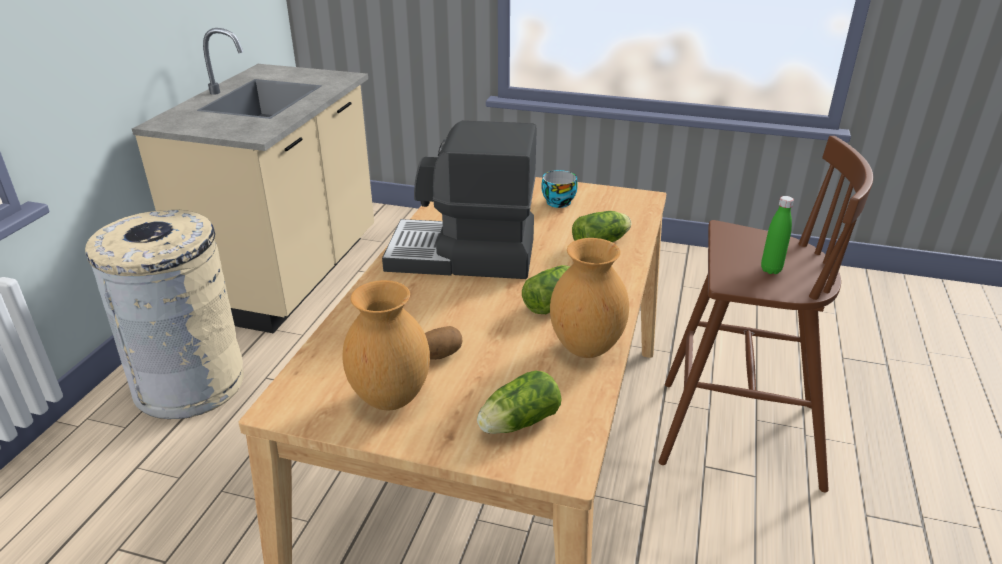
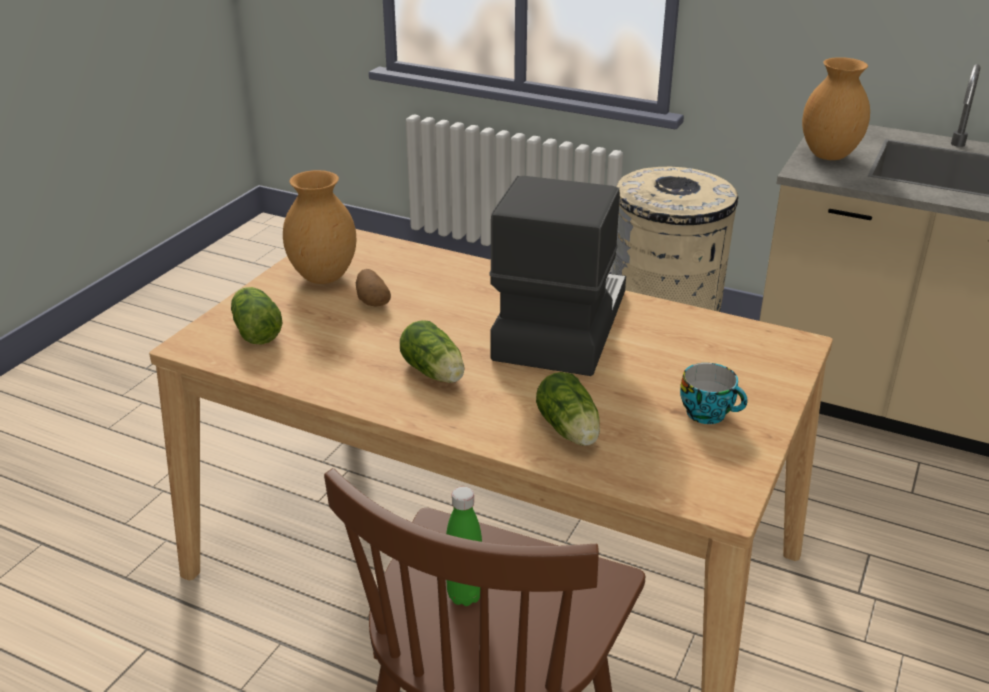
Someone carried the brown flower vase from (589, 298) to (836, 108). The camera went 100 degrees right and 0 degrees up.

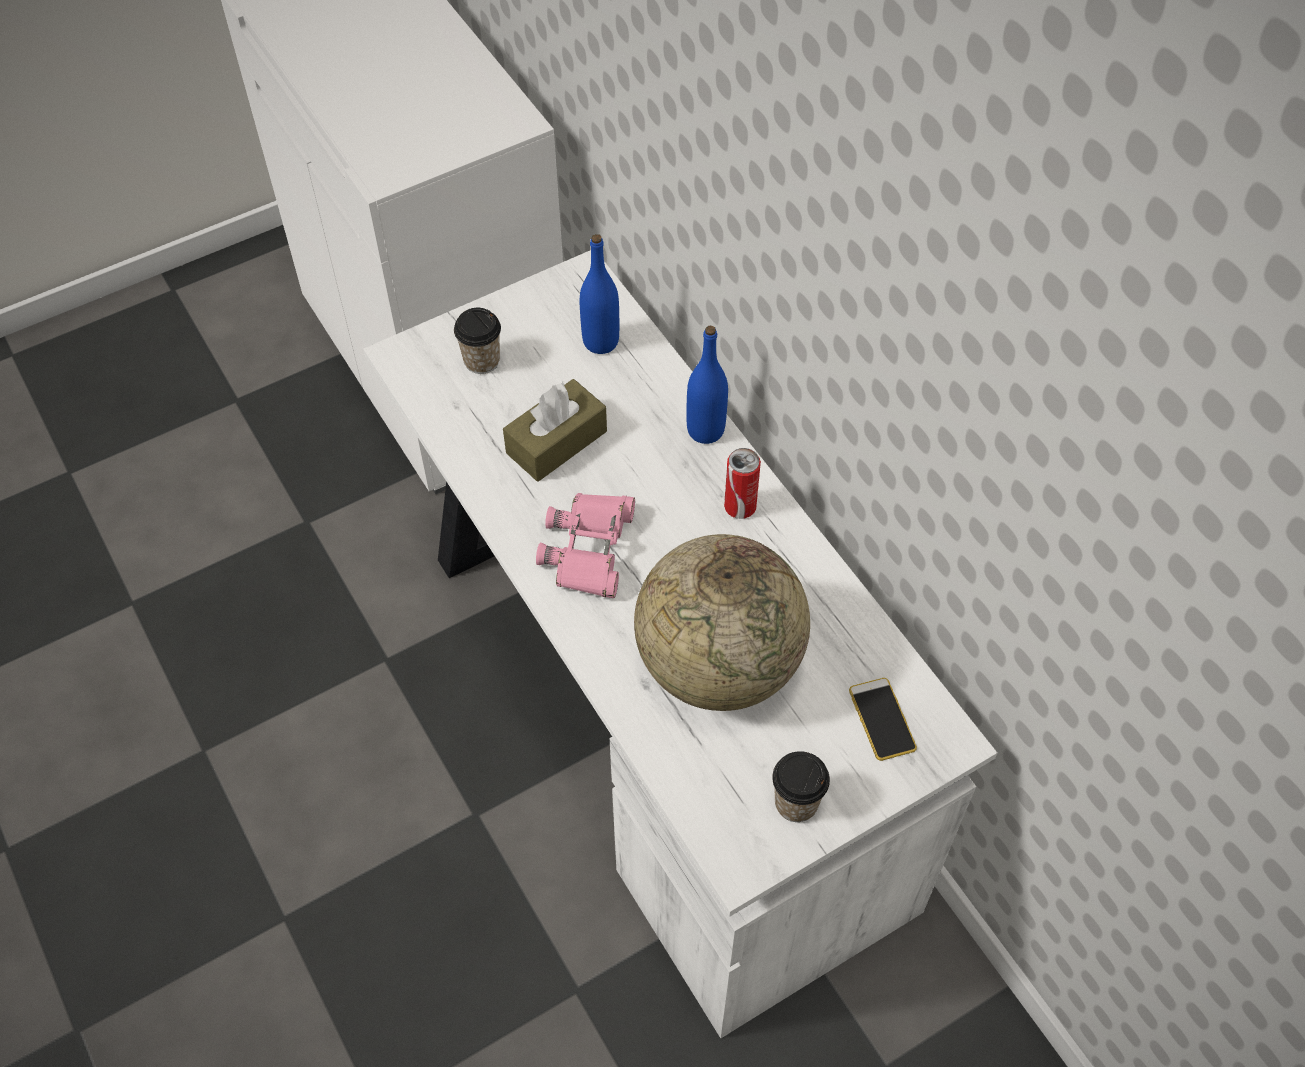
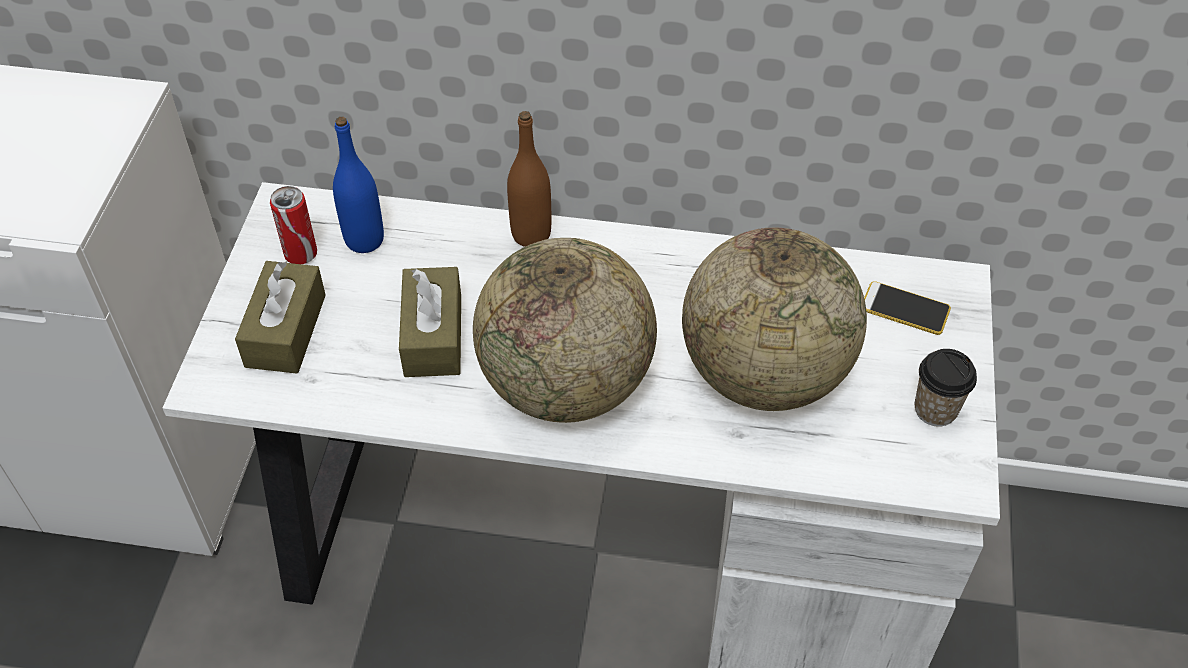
Someone carried the sealed can from (742, 483) to (293, 225). Someone swapped the drinking cup at (477, 341) for the brown box of tissues at (280, 317). Someone swapped the pink field glasses at (585, 545) for the world globe at (565, 330). Someone repainted the blue-coloured drink bottle at (707, 385), which became the brown drink bottle at (529, 179). The camera went 50 degrees left and 5 degrees down.

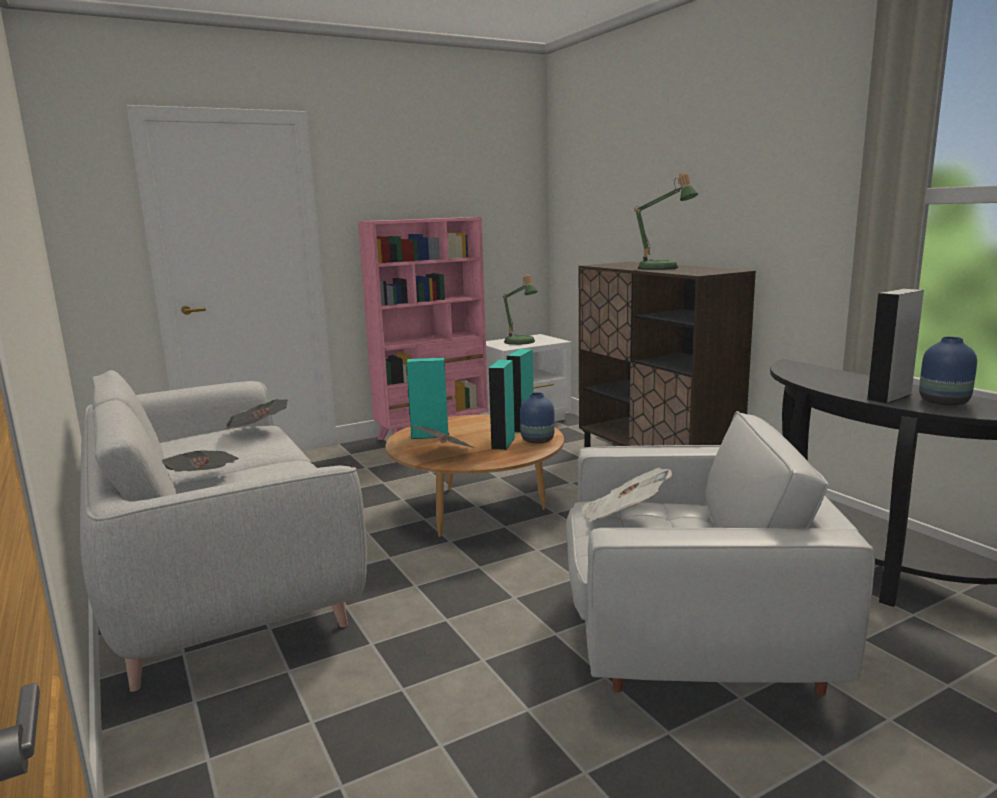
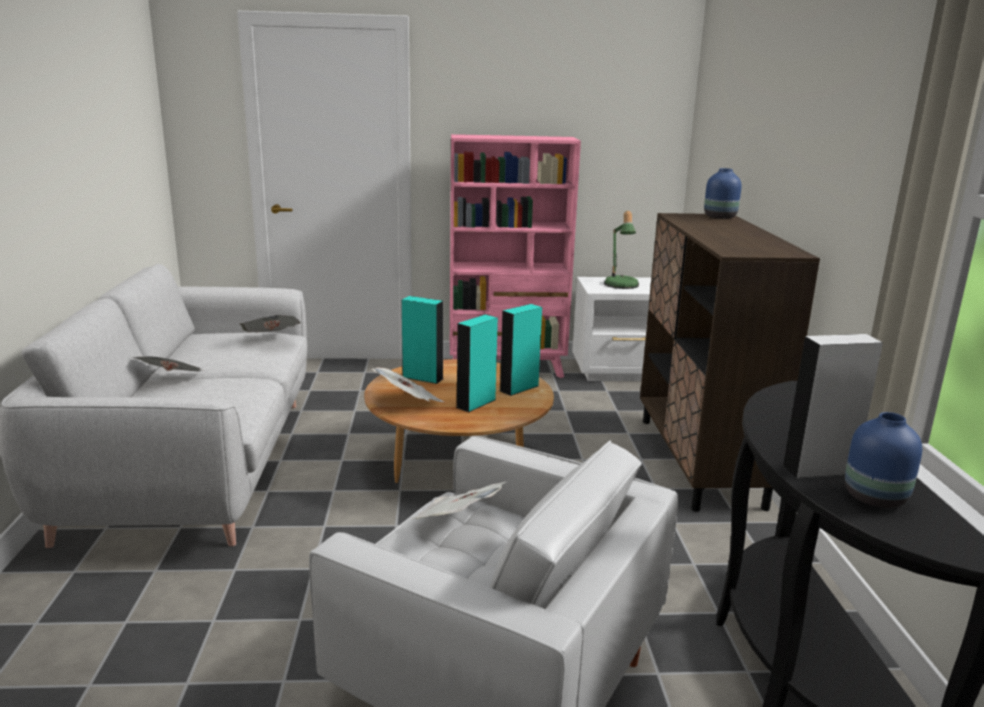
Someone took away the lamp for a table at (666, 221). Someone carried the blue-coloured flower vase from (537, 418) to (723, 193). The camera went 25 degrees right and 5 degrees up.

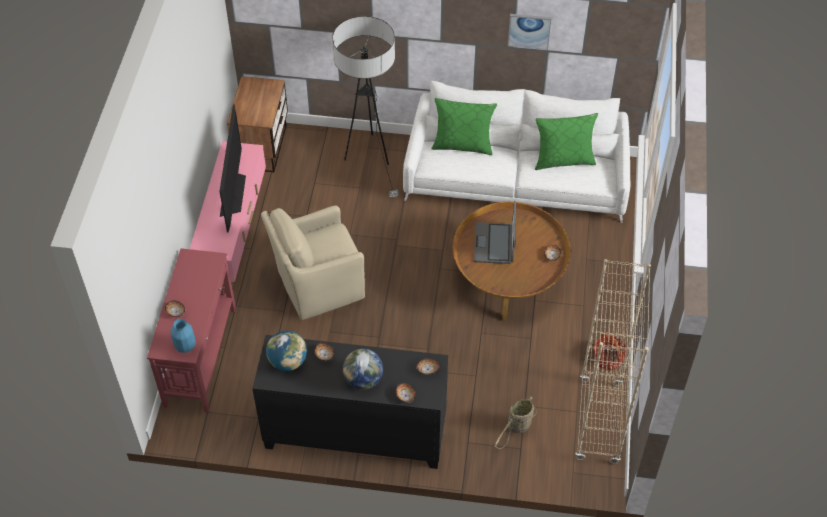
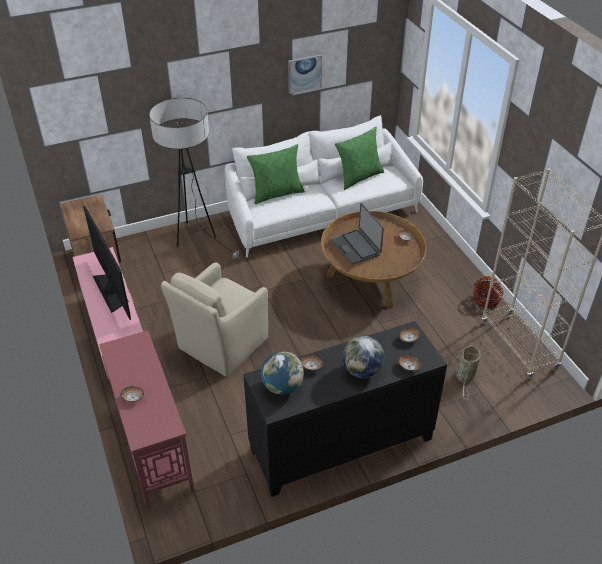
Someone took away the blue-coloured flower vase at (183, 336). The camera went 30 degrees left and 10 degrees down.

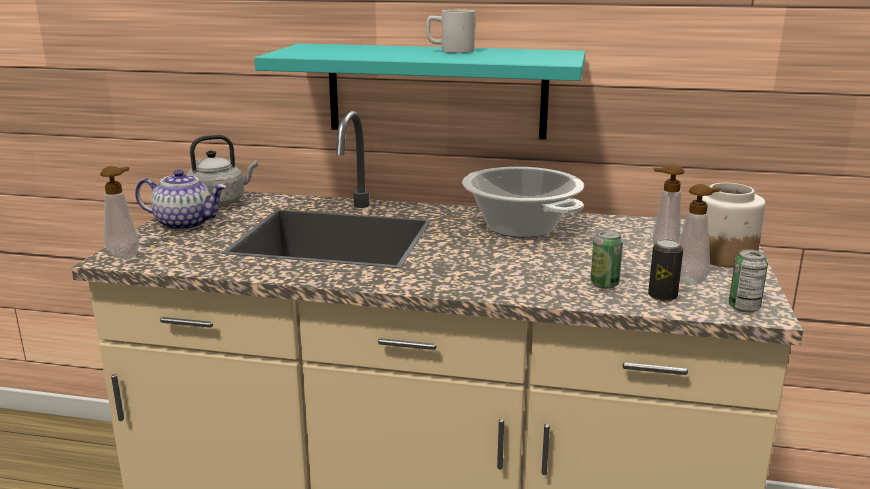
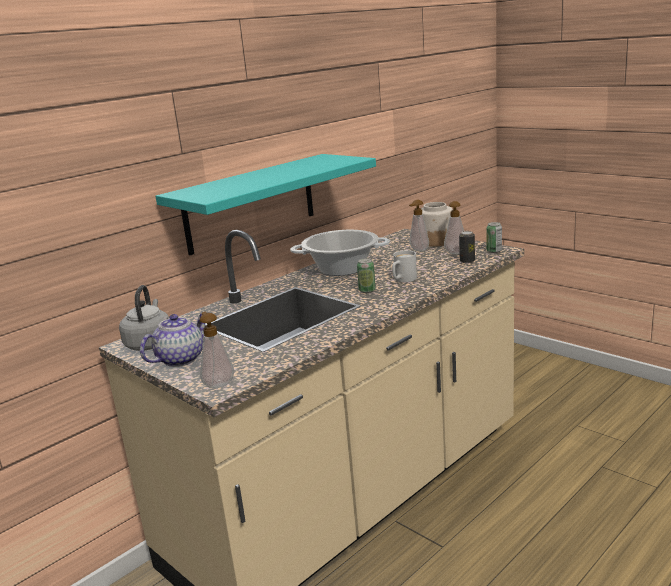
Someone carried the whitish coffee mug from (450, 31) to (404, 266). Someone carried the sealed can from (606, 259) to (366, 275). The camera went 55 degrees left and 0 degrees up.

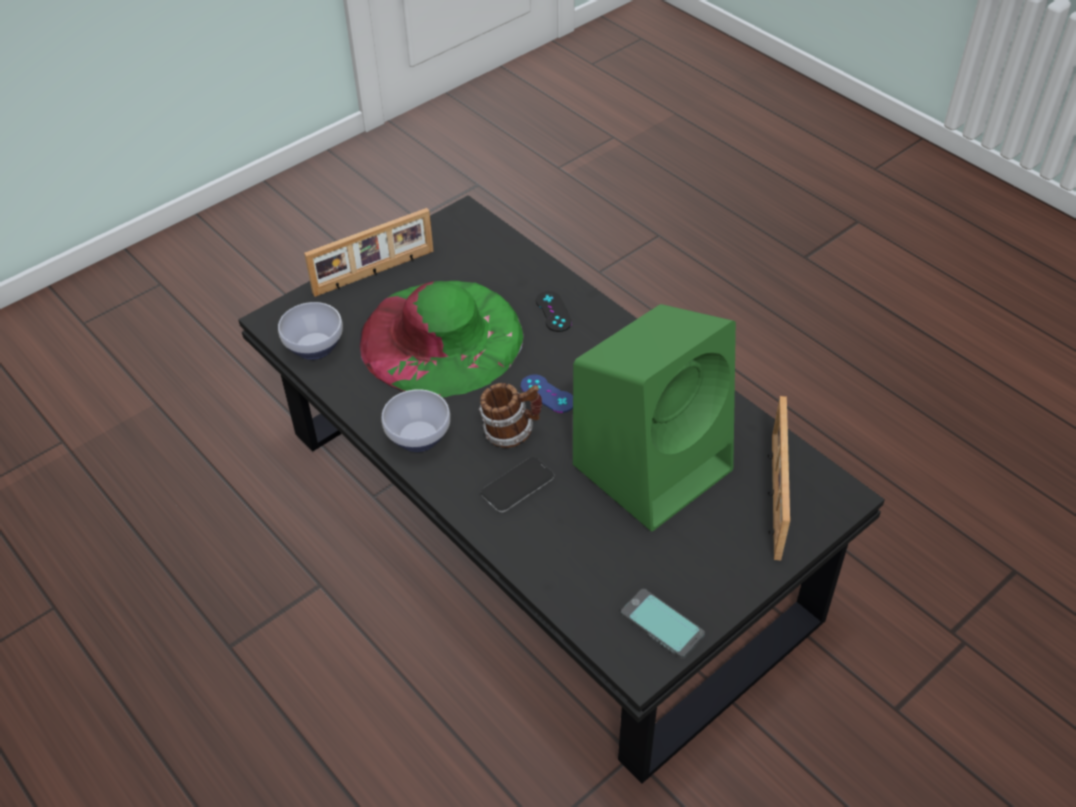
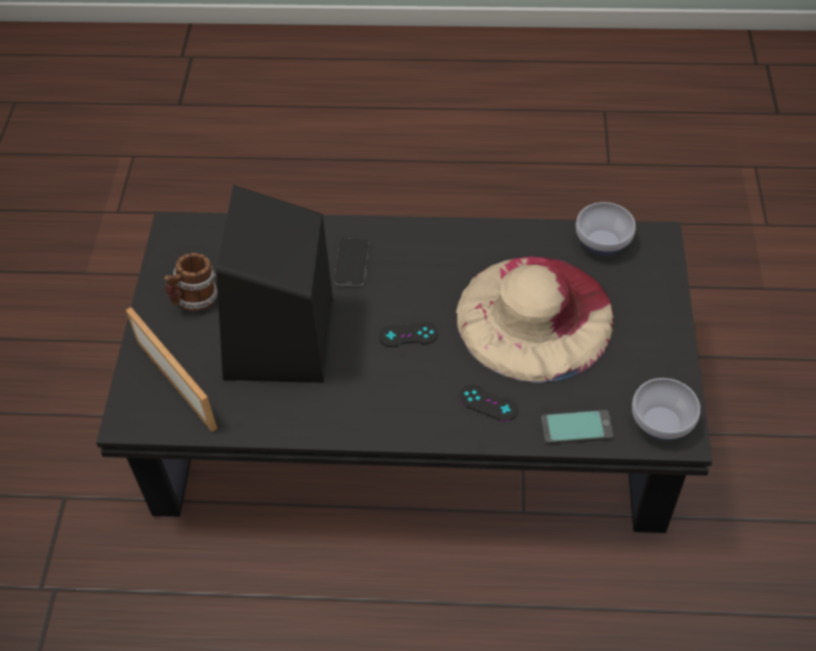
Someone took away the standing frame at (369, 252). Someone carried the deep dish from (416, 420) to (666, 409). Someone carried the coffee mug from (510, 415) to (191, 282). Someone carried the handset from (663, 624) to (577, 427). Someone repainted the greenish wearable hat at (442, 339), which became the beige wearable hat at (535, 320). Someone repainted the blue-coloured joypad at (547, 394), which became the black-coloured joypad at (408, 335). Someone repainted the greenish speaker at (654, 418), which became the black-coloured speaker at (275, 284). The camera went 135 degrees right and 5 degrees up.

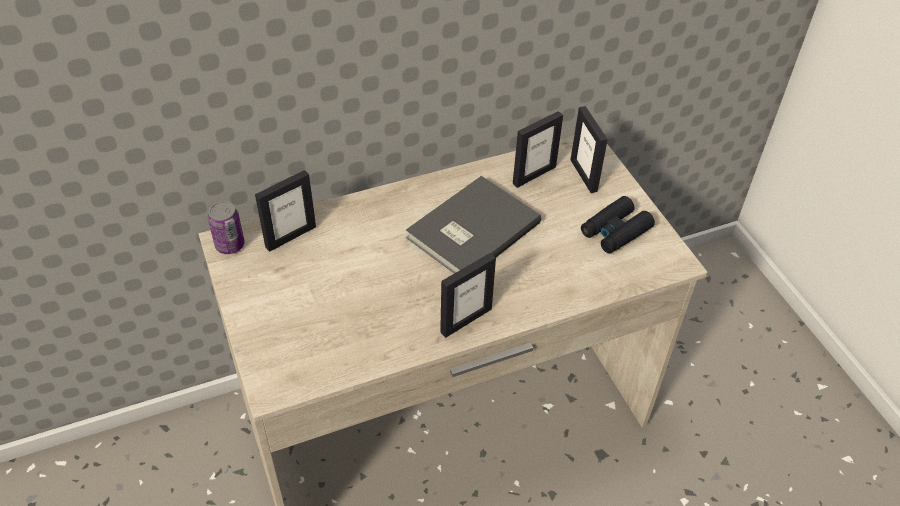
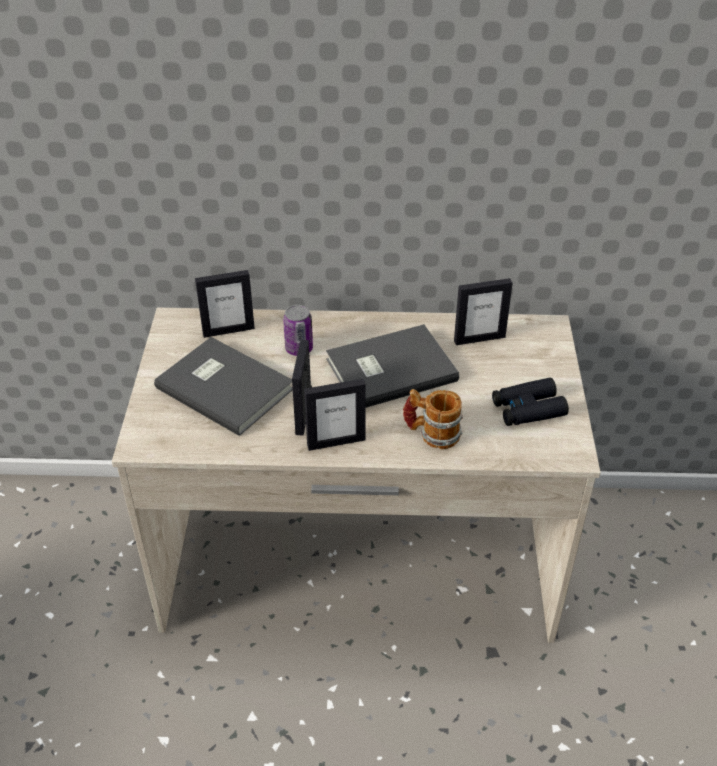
Someone put down the greyish bound book at (223, 386). Someone put down the coffee mug at (433, 419). Someone carried the sealed can from (226, 227) to (298, 330). Someone carried the standing frame from (589, 149) to (302, 388). The camera went 25 degrees right and 5 degrees down.

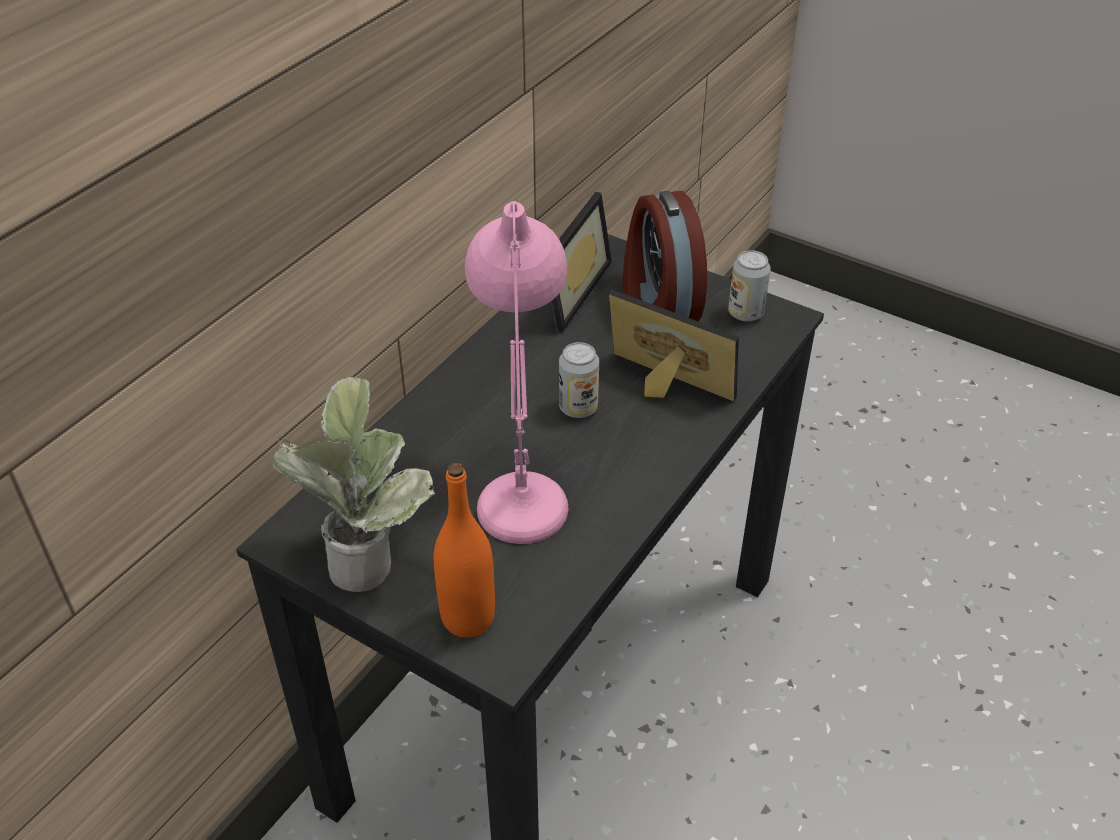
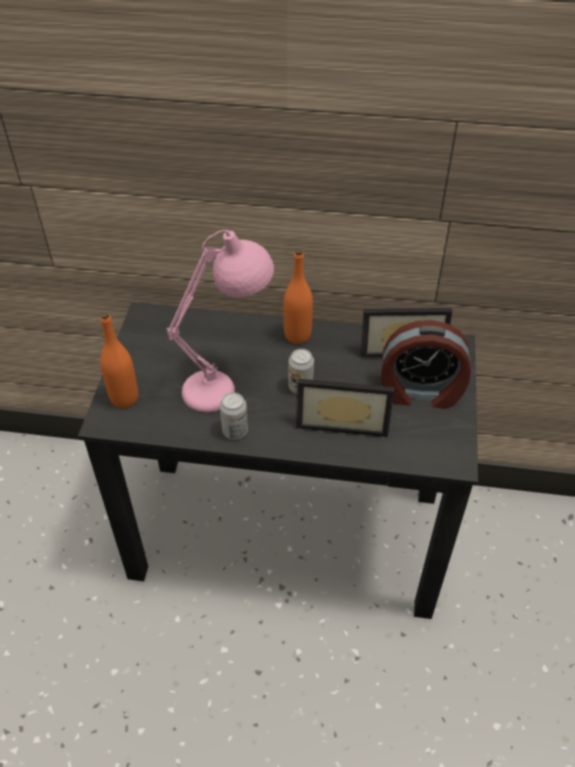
Someone took away the plant in a pot at (353, 484). Someone put down the orange-coloured drink bottle at (298, 296). Someone carried the sealed can from (749, 286) to (234, 416). Someone rotated the standing frame at (674, 346) by 90 degrees clockwise. Someone rotated the bedside clock at (664, 256) by 135 degrees counterclockwise. The camera went 65 degrees right and 5 degrees up.

